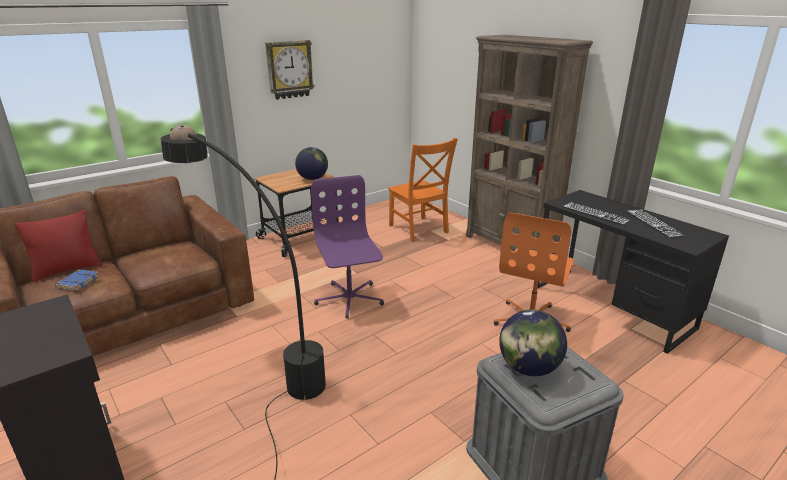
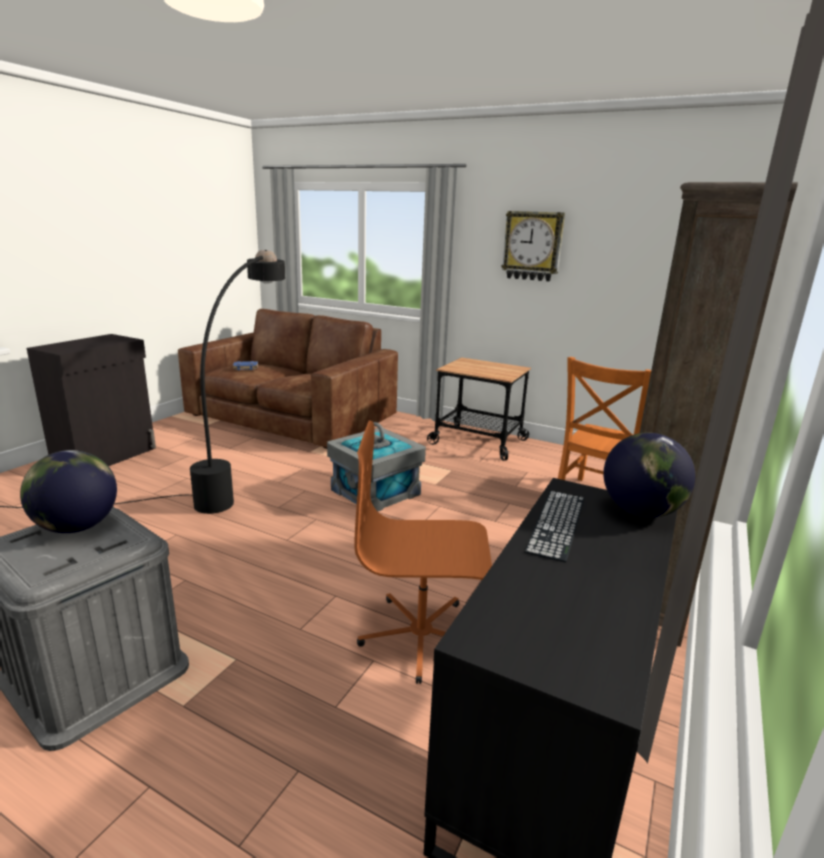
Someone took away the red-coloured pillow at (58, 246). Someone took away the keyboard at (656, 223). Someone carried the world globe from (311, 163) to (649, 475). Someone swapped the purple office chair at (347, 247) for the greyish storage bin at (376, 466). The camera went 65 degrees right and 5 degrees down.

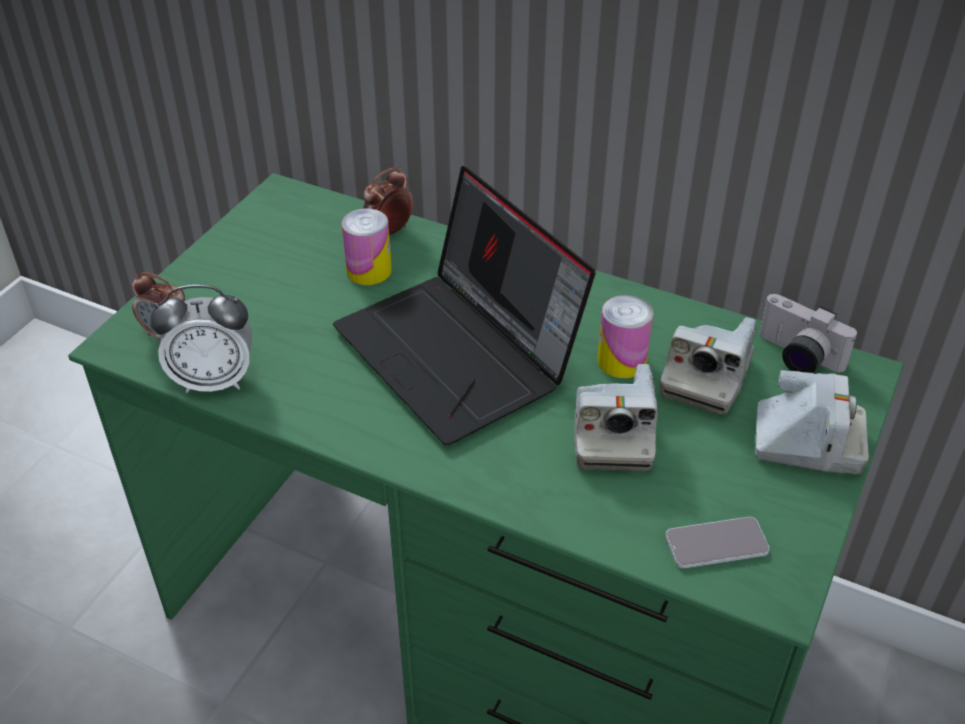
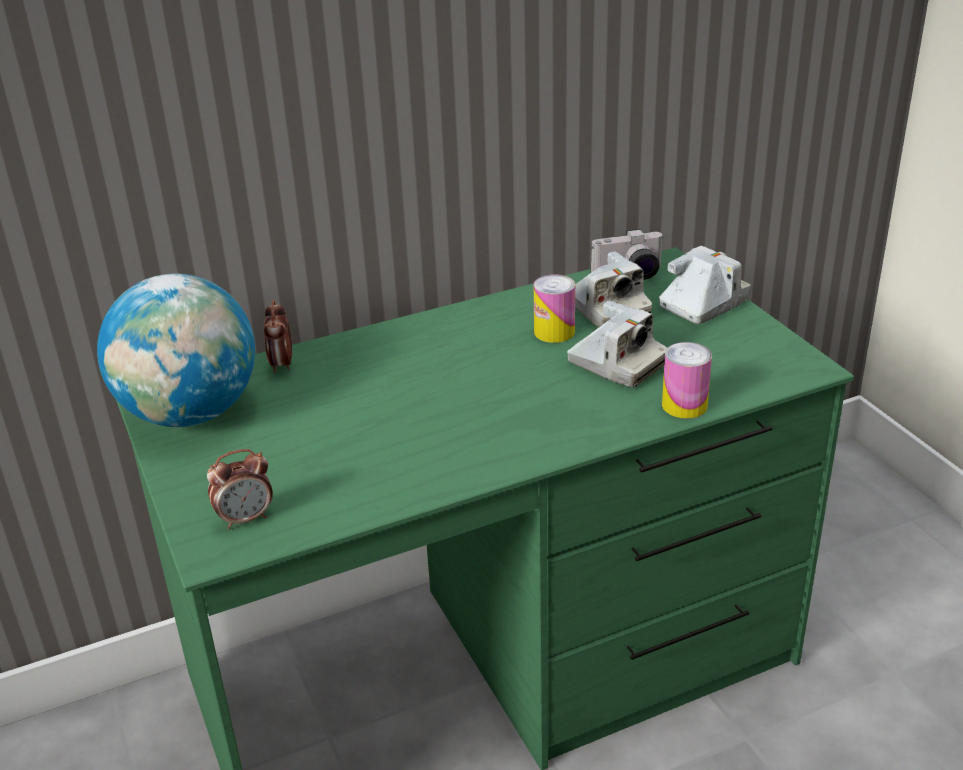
Someone took away the bedside clock at (201, 339). Someone took away the notebook computer at (464, 305). Someone took away the handset at (718, 543). Someone put down the world globe at (176, 350). Someone carried the sealed can from (366, 246) to (687, 380). The camera went 50 degrees left and 10 degrees down.

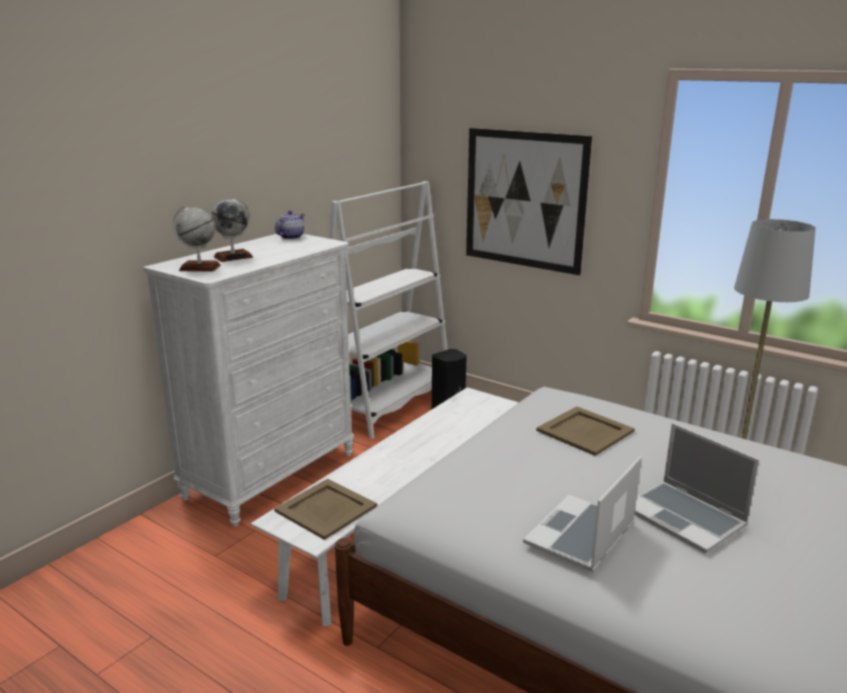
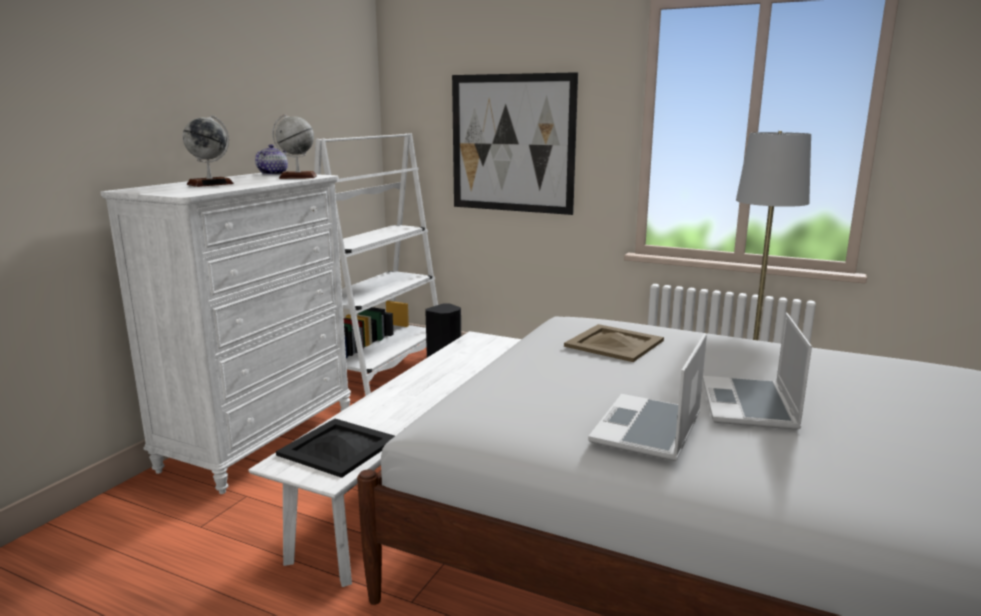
Someone carried the world globe from (197, 238) to (294, 146). Someone repainted the beige serving tray at (325, 509), which became the black-coloured serving tray at (335, 448). Someone rotated the notebook computer at (696, 488) by 60 degrees clockwise. The camera went 10 degrees left and 5 degrees down.

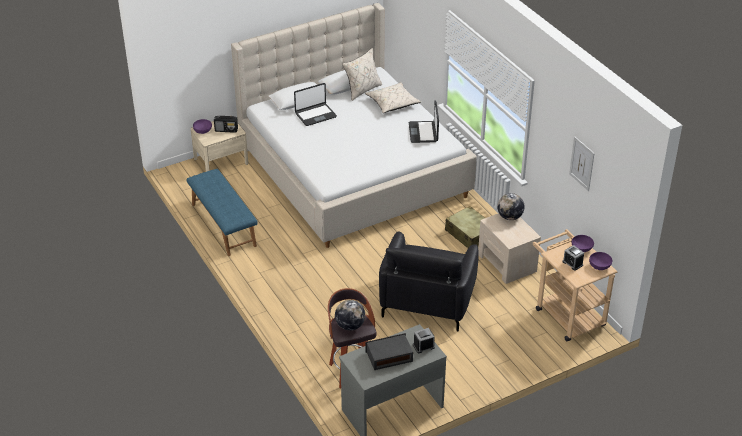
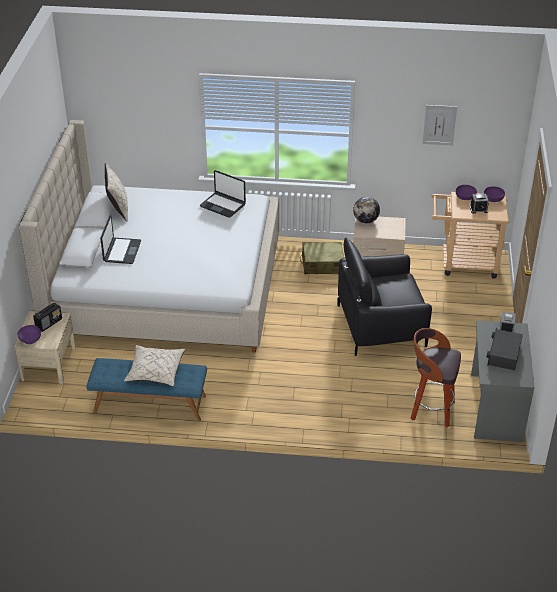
Someone took away the world globe at (350, 315). Someone carried the beige pillow from (393, 97) to (154, 365). Someone rotated the black-coloured armchair at (429, 281) by 120 degrees clockwise. The camera went 55 degrees left and 0 degrees up.

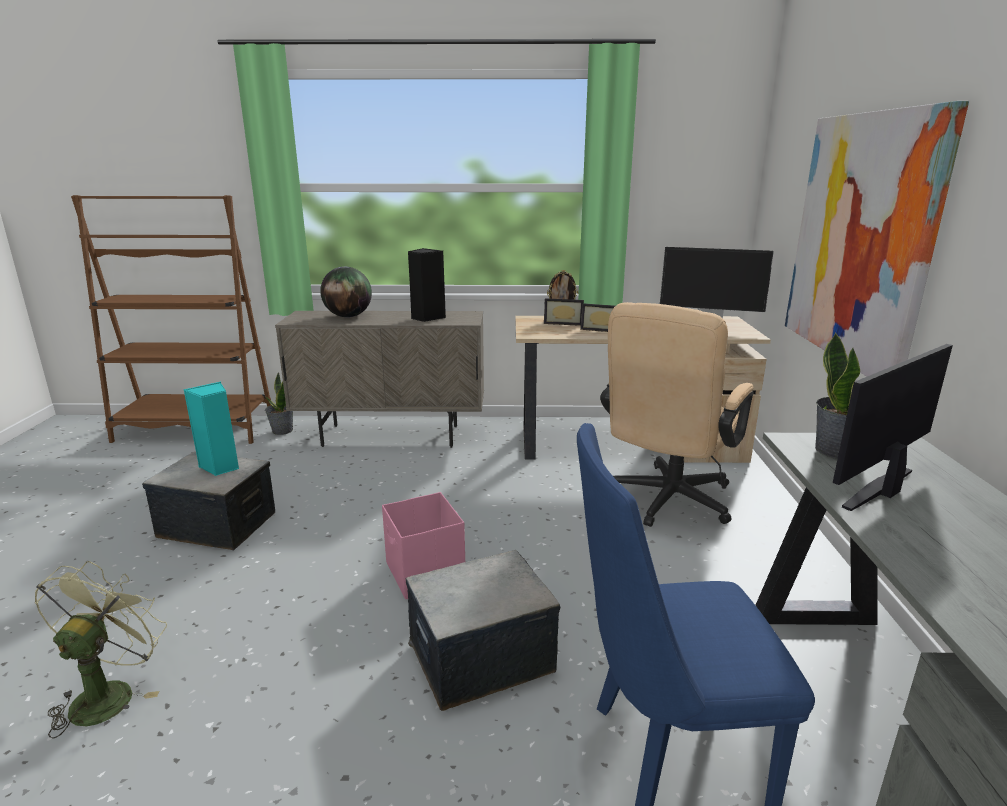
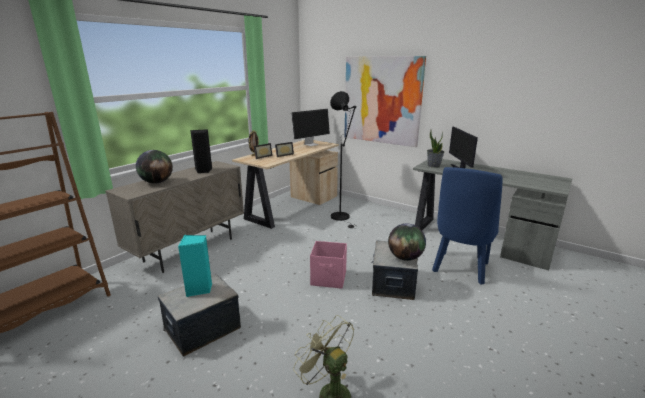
Someone took away the plant in a pot at (279, 404). Someone put down the world globe at (407, 242). Someone swapped the beige office chair at (677, 414) for the black-coloured standing lamp at (343, 160). The camera went 55 degrees left and 0 degrees up.

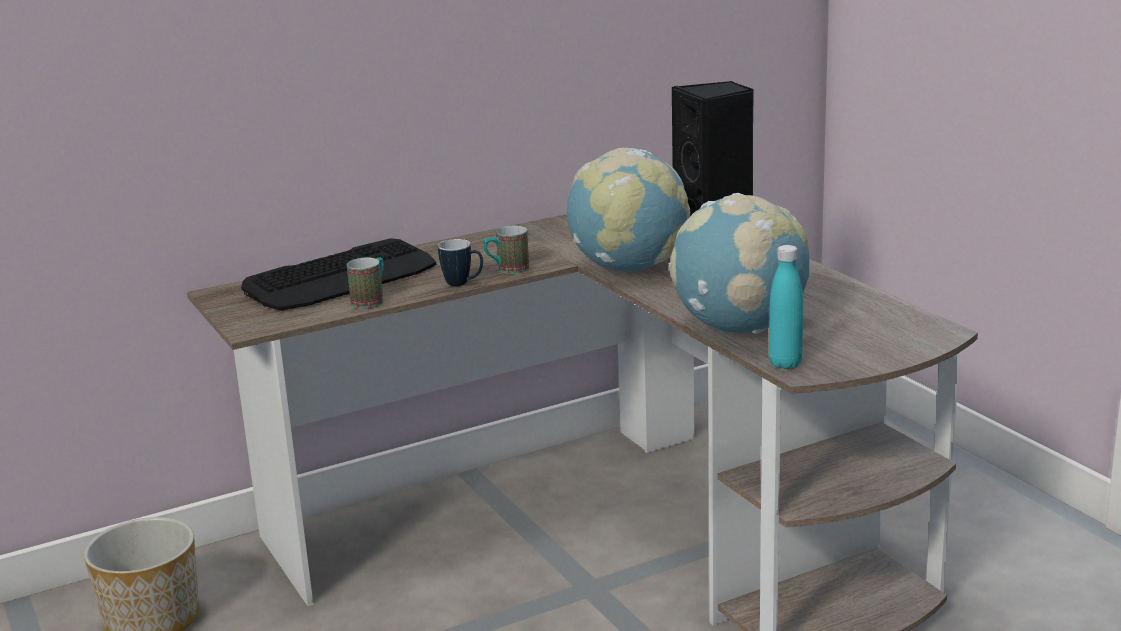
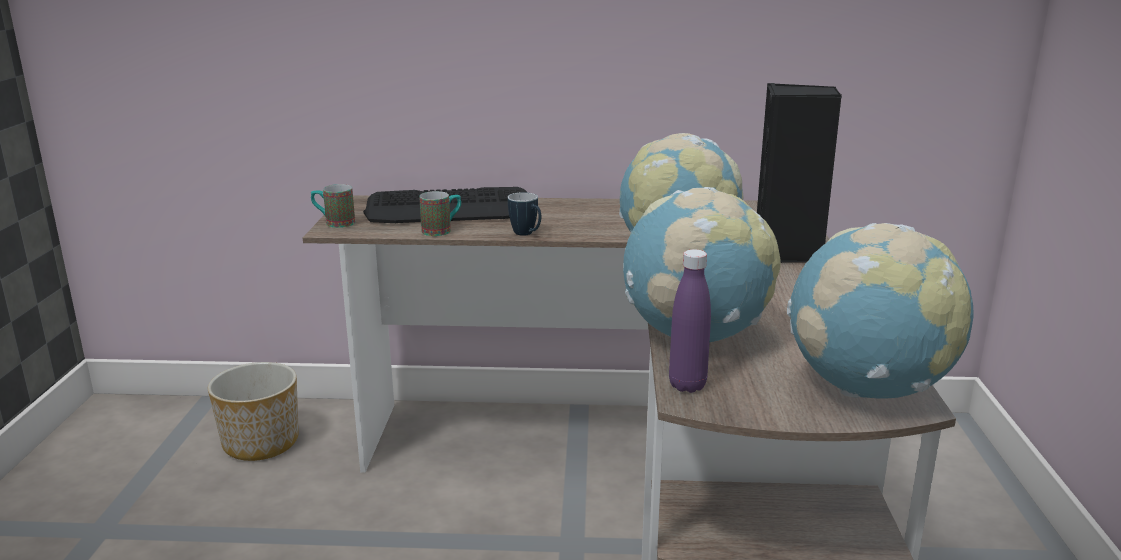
Someone put down the world globe at (880, 311). Someone carried the coffee mug from (506, 250) to (333, 206). Someone repainted the turquoise drink bottle at (786, 307), which became the purple drink bottle at (690, 321). The camera went 30 degrees right and 0 degrees up.

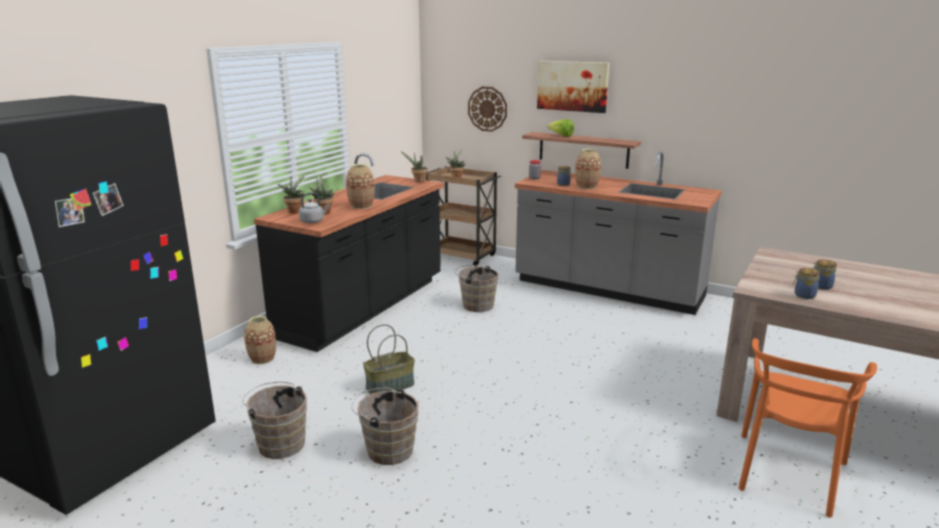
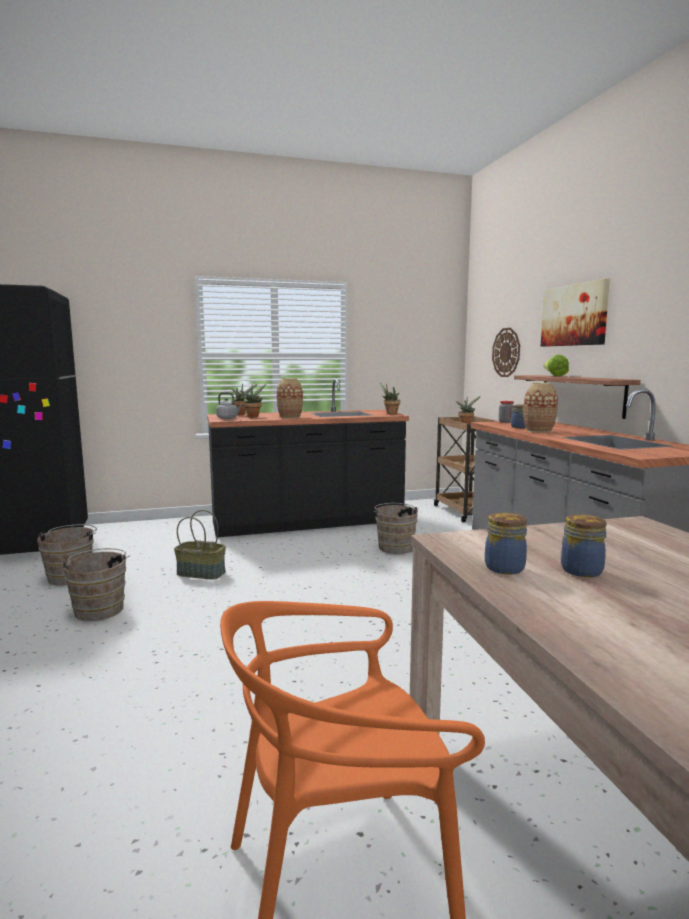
Someone took away the flower vase at (260, 340). The camera went 45 degrees right and 10 degrees down.

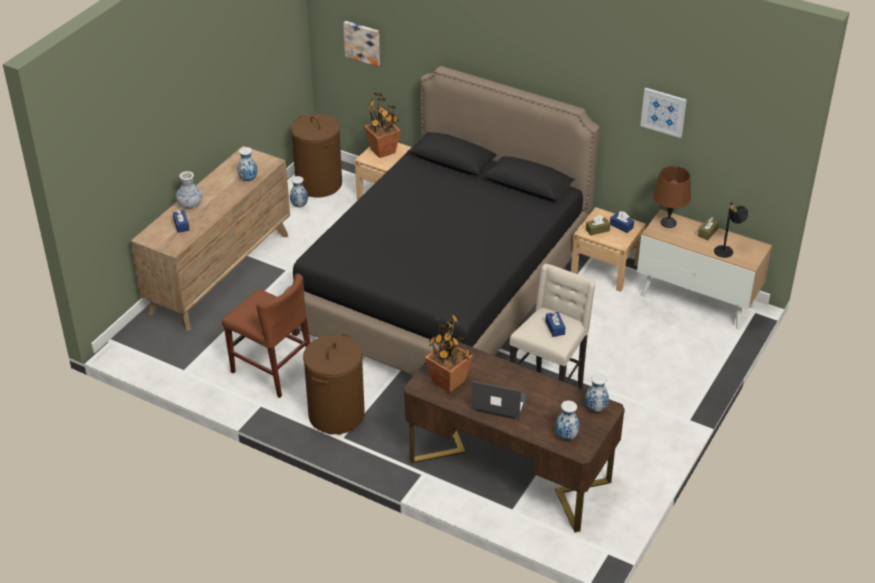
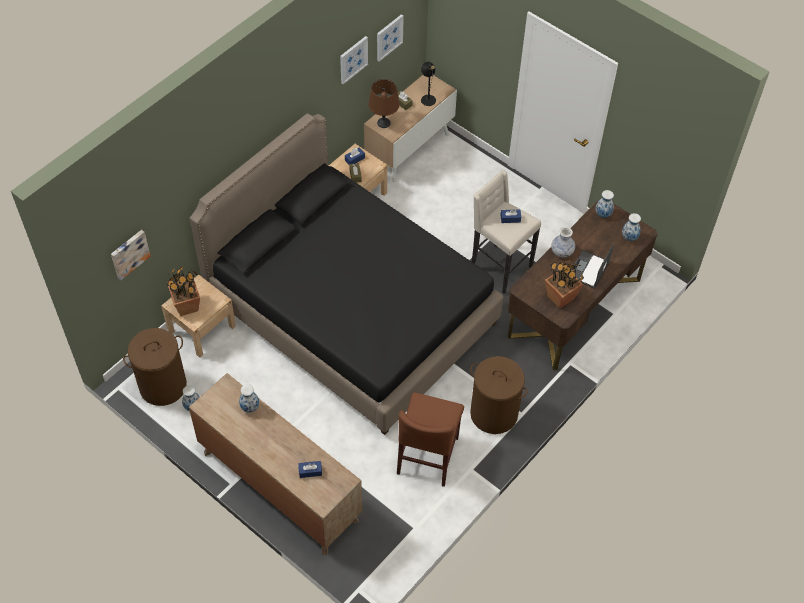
Someone put up the picture at (390, 38). Someone carried the flower vase from (189, 190) to (563, 242). Someone rotated the brown plain chair at (266, 336) by 150 degrees clockwise. The camera went 80 degrees left and 15 degrees up.

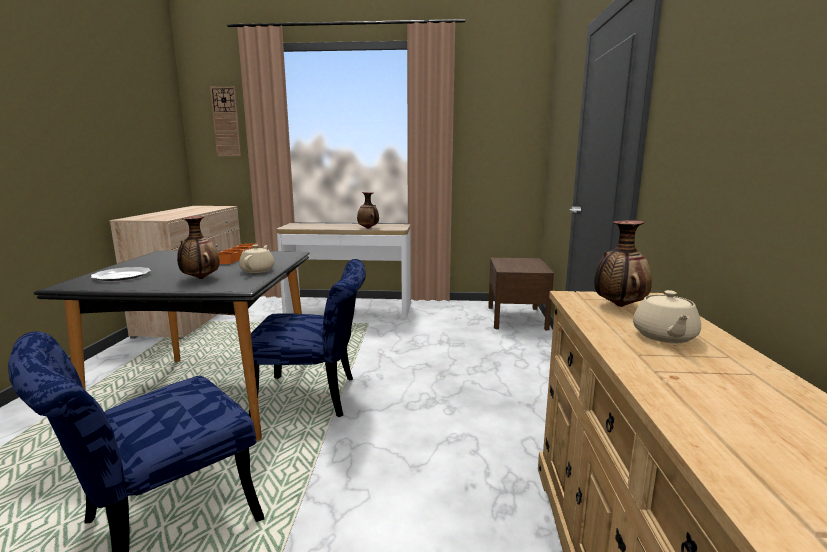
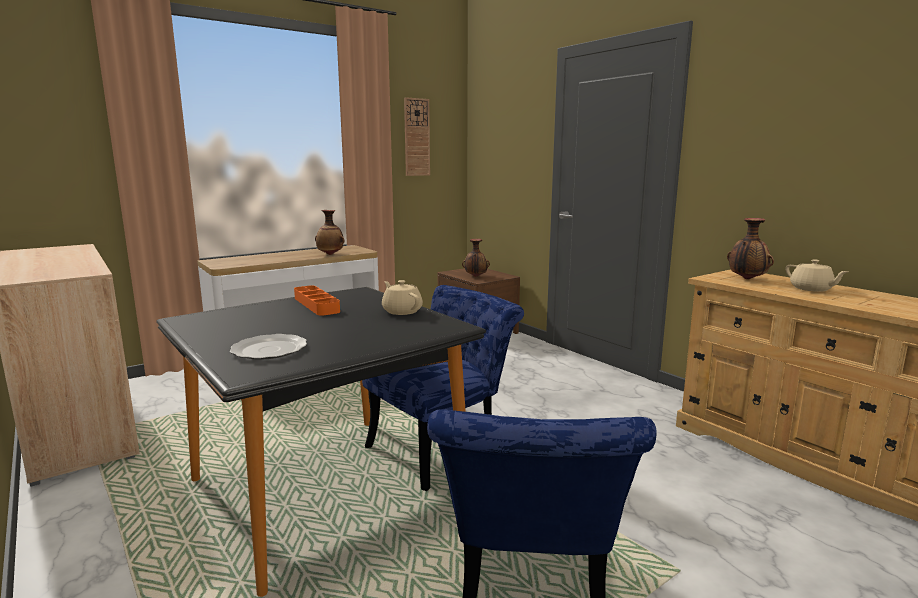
Someone carried the flower vase from (198, 247) to (476, 258). Someone carried the hanging clock from (225, 121) to (417, 136). The camera went 40 degrees left and 0 degrees up.

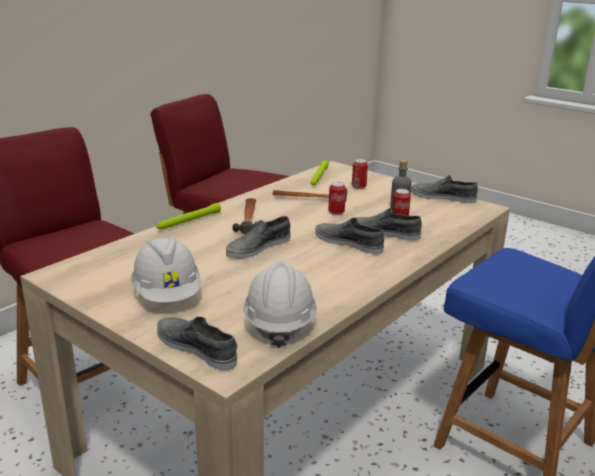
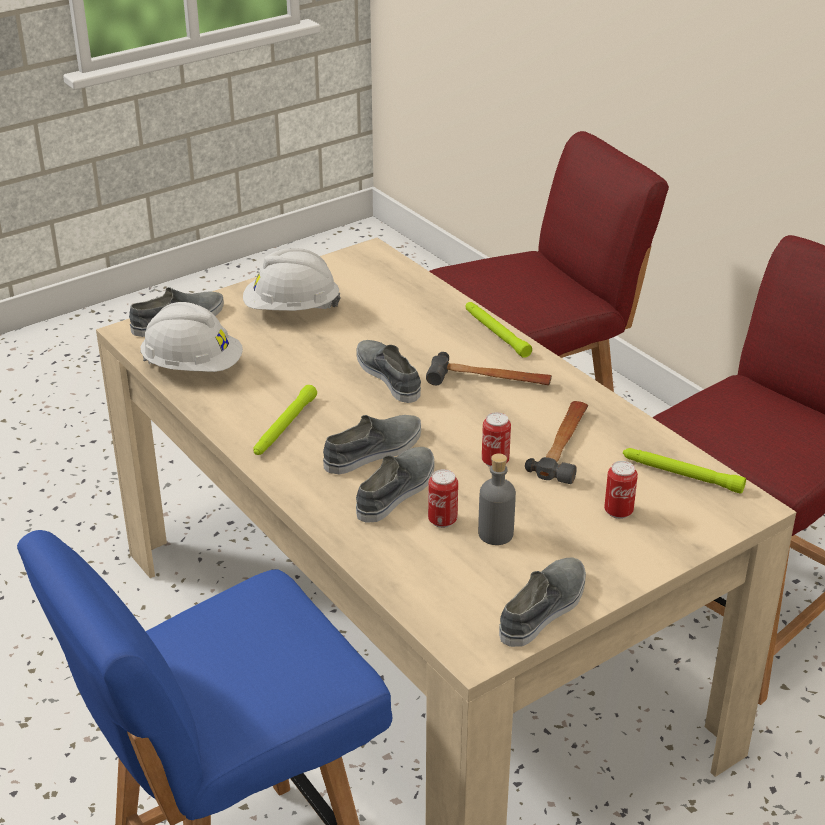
Someone put down the greenish flashlight at (285, 420). The camera went 105 degrees right and 10 degrees up.

